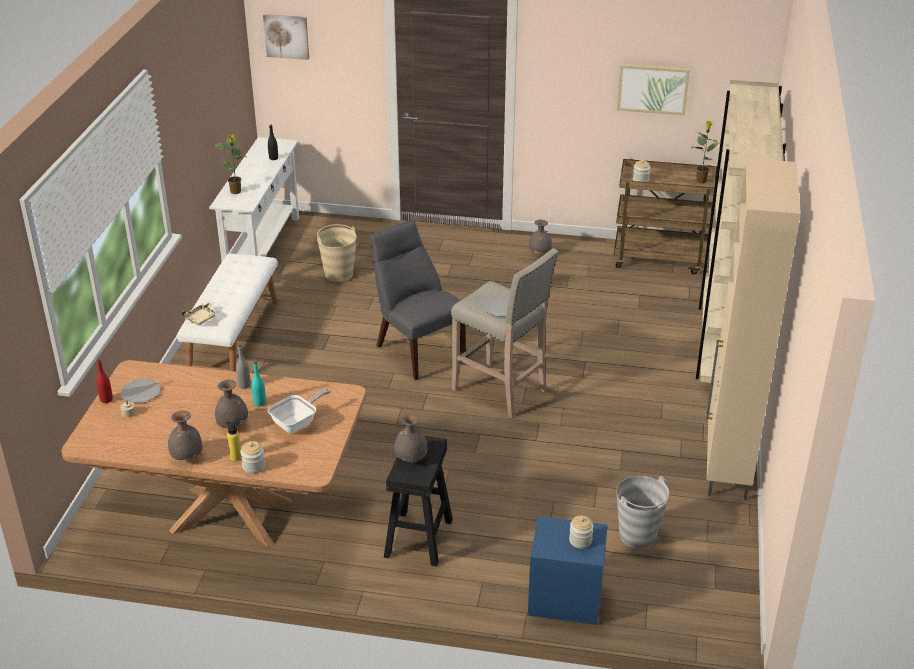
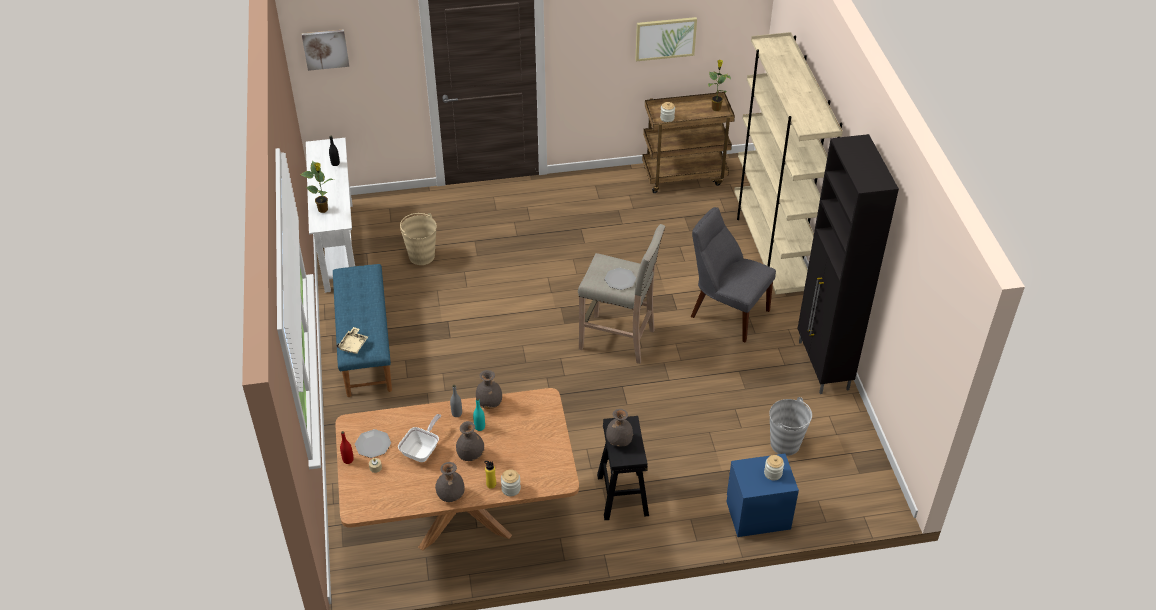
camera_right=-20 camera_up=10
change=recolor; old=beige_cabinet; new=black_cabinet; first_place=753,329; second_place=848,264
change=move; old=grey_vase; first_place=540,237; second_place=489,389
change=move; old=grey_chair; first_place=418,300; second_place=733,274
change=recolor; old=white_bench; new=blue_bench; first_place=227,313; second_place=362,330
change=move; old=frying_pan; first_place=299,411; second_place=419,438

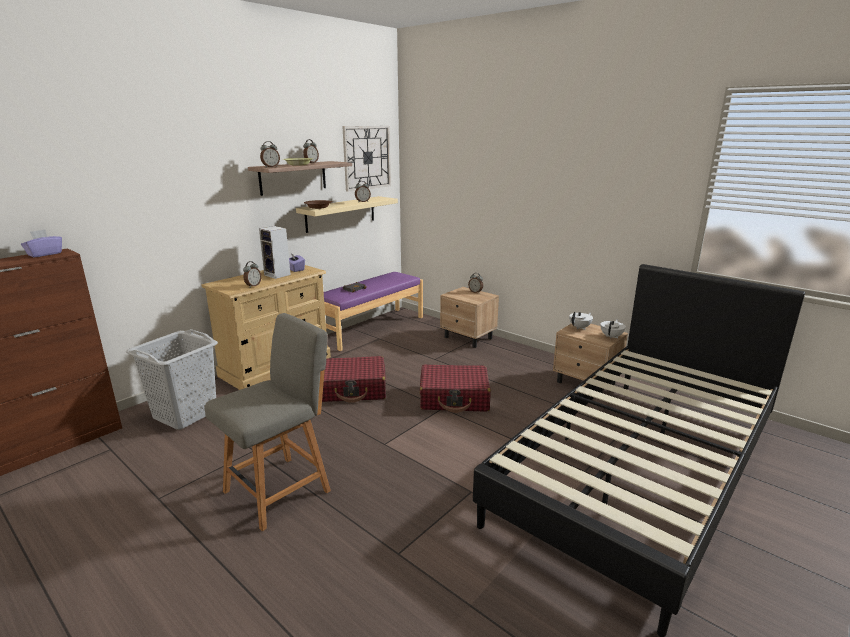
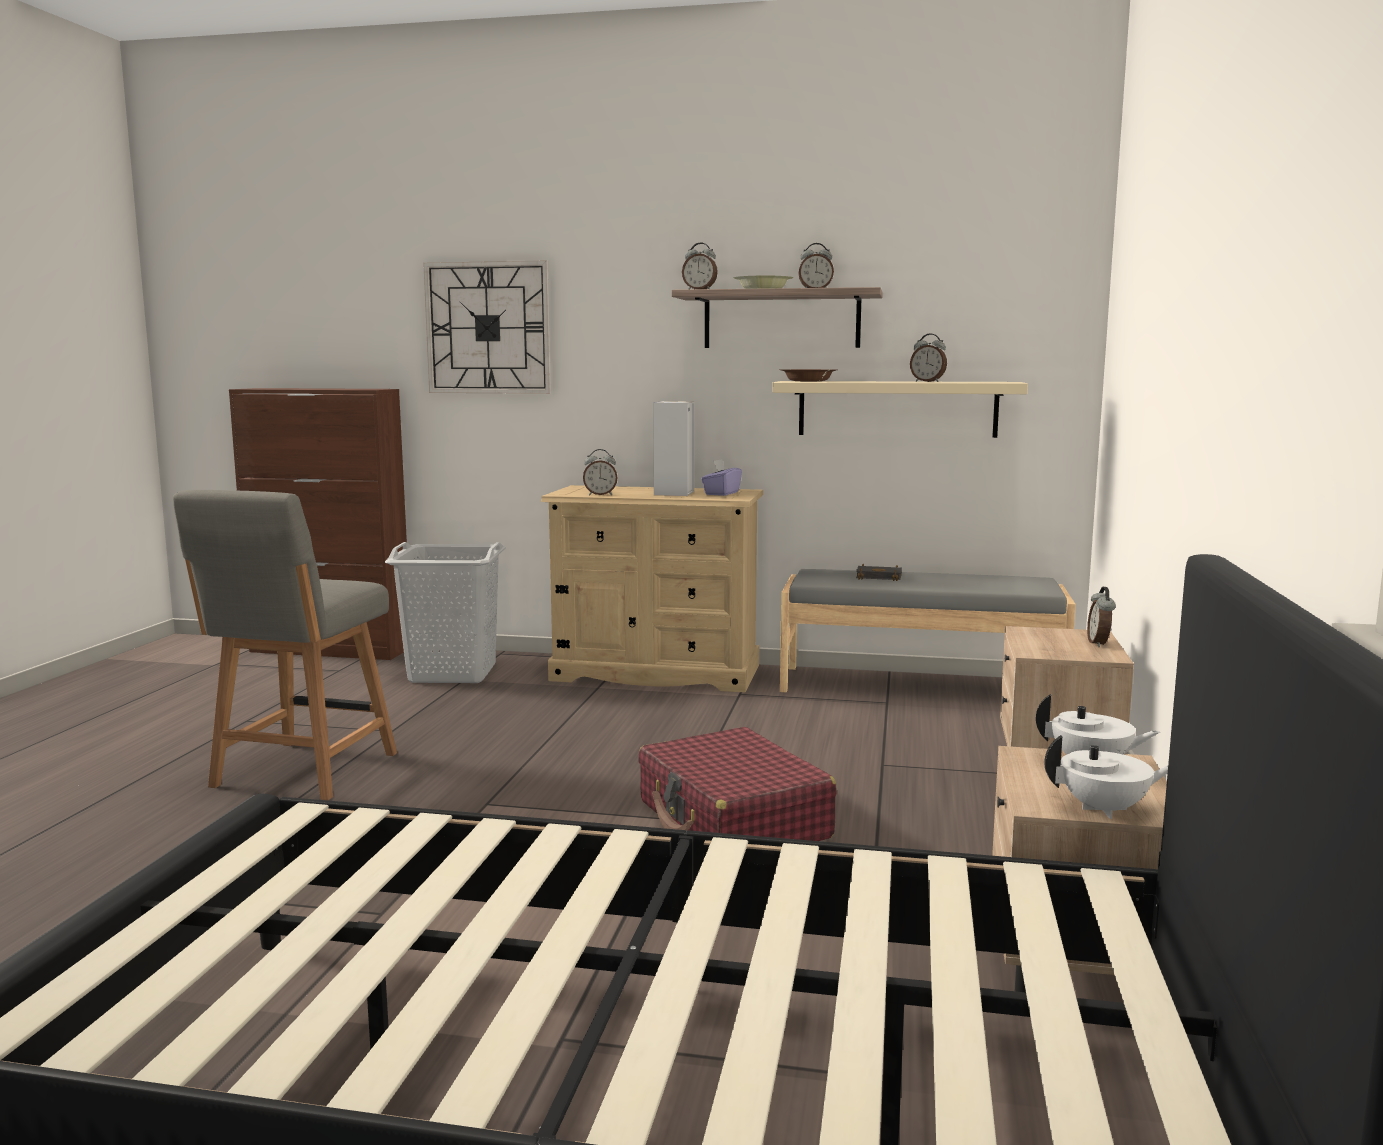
camera_right=60 camera_up=-10
change=move; old=wall_clock; first_place=366,159; second_place=487,327
change=delete; old=purple_tissue_box; first_place=41,243
change=recolor; old=purple_bench; new=grey_bench; first_place=373,311; second_place=928,630
change=rotate; old=grey_chair; first_place=267,422; second_place=285,645; degrees=90
change=delete; old=red_suitcase; first_place=354,379

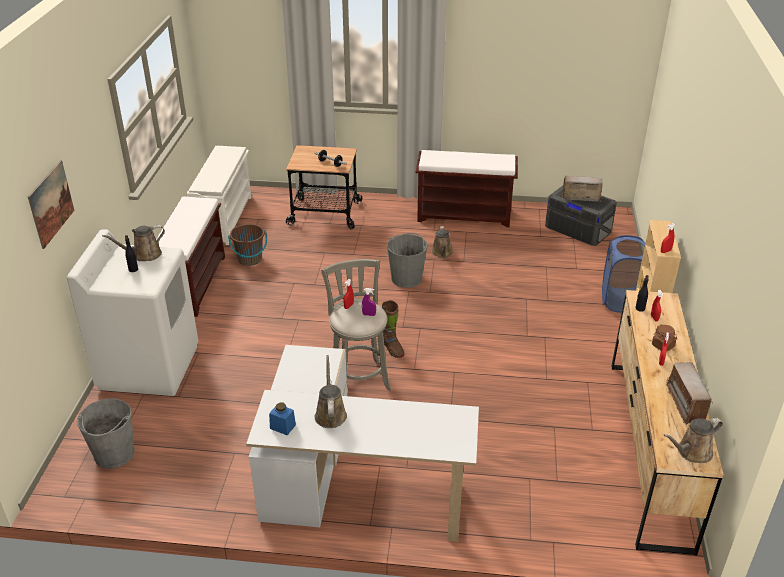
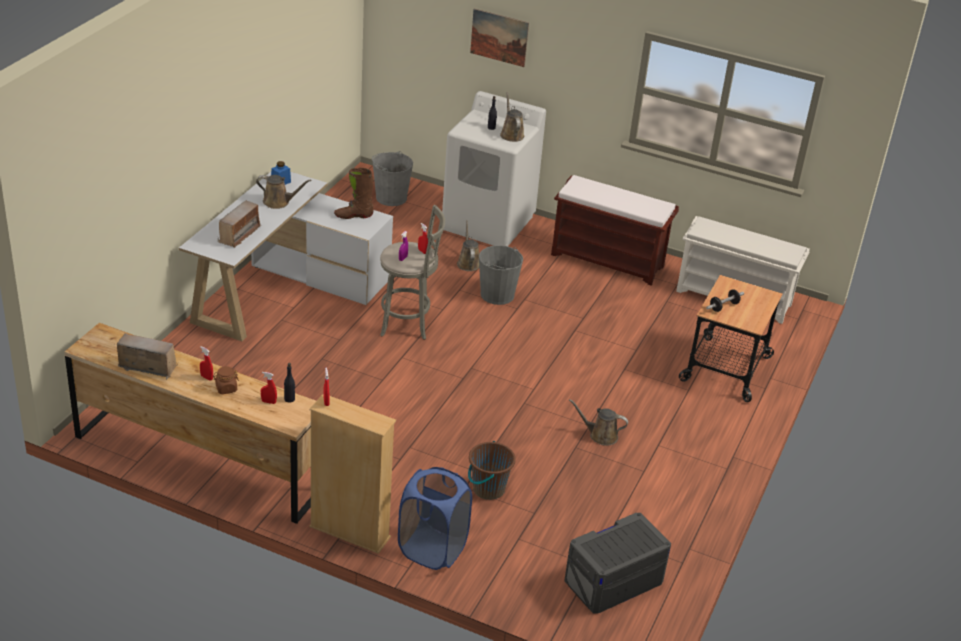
camera_right=105 camera_up=0
change=delete; old=brown_bench; first_place=467,188
change=move; old=radio; first_place=582,189; second_place=239,224
change=move; old=brown_bucket; first_place=247,245; second_place=492,470
change=move; old=grey_bucket; first_place=407,260; second_place=501,275
change=move; old=brown_boot; first_place=393,329; second_place=354,193
change=move; old=brown_watering_can; first_place=693,440; second_place=468,245

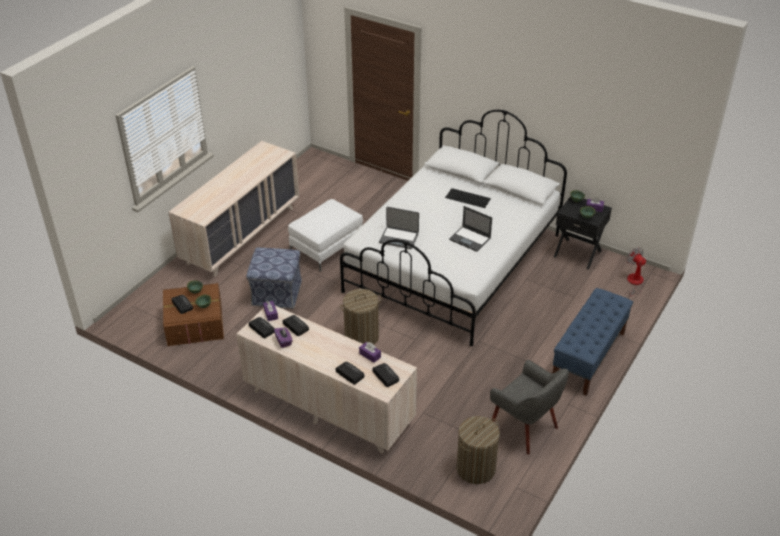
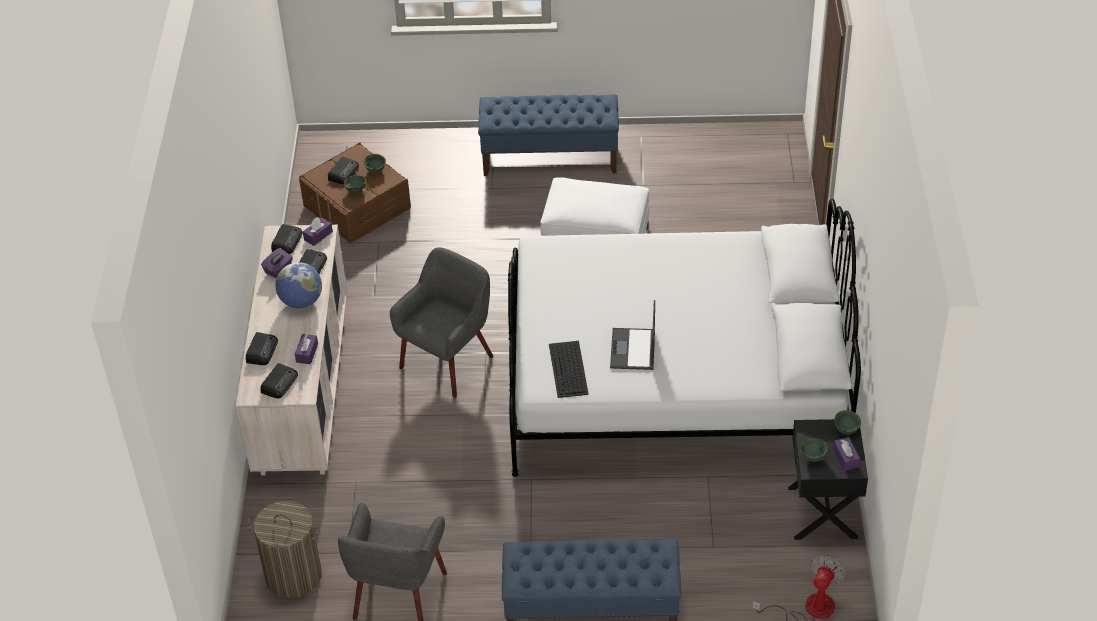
camera_right=60 camera_up=5
change=replace; old=beige_dresser; new=blue_bench; first_place=234,209; second_place=548,135
change=move; old=keyboard; first_place=468,198; second_place=569,369
change=delete; old=laptop; first_place=399,228
change=delete; old=ottoman; first_place=274,278
change=replace; old=laundry_basket; new=grey_armchair; first_place=361,317; second_place=441,322
change=insert; new=globe; second_place=299,285

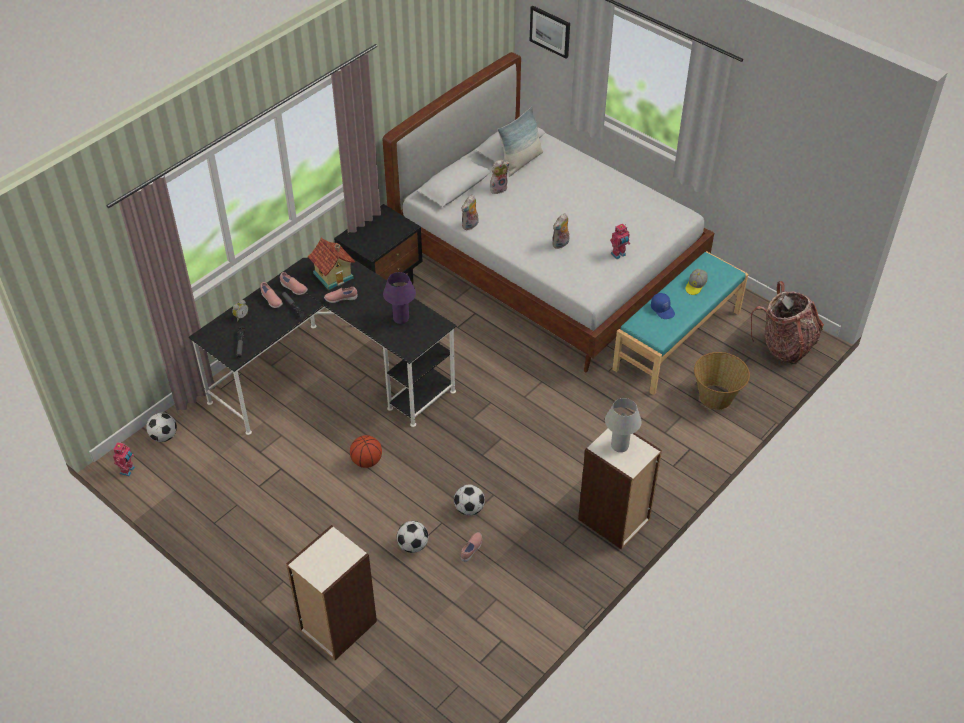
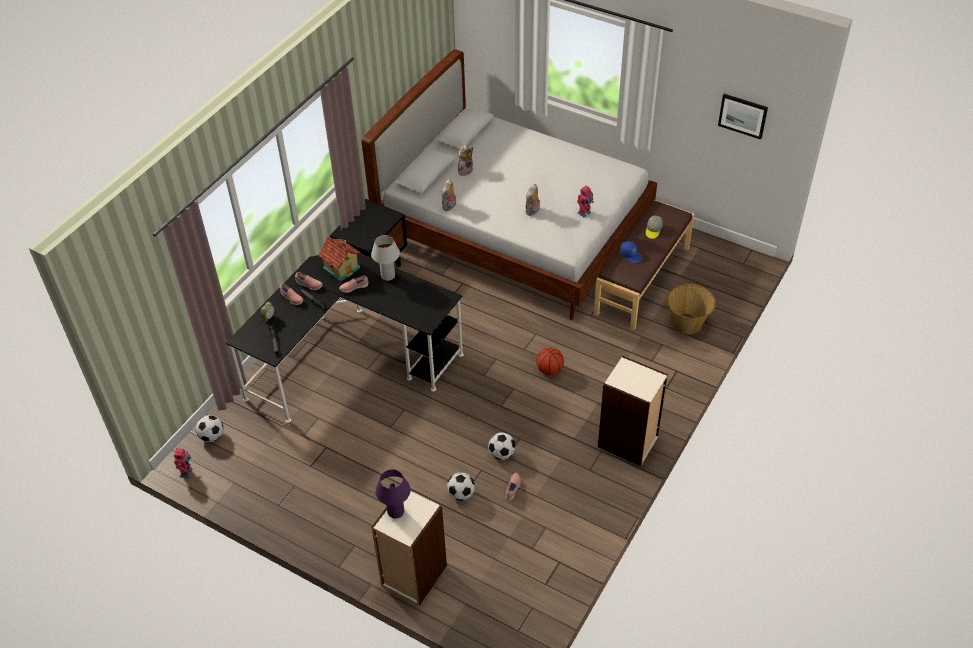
camera_right=-10 camera_up=0
change=move; old=picture; first_place=550,32; second_place=743,117
change=delete; old=pillow; first_place=520,142
change=recolor; old=turquoise_bench; new=brown_bench; first_place=680,323; second_place=644,265
change=move; old=purple_table_lamp; first_place=399,298; second_place=393,494
change=delete; old=backpack; first_place=787,322
change=move; old=white_table_lamp; first_place=623,425; second_place=385,258
change=move; old=basketball; first_place=366,451; second_place=550,361

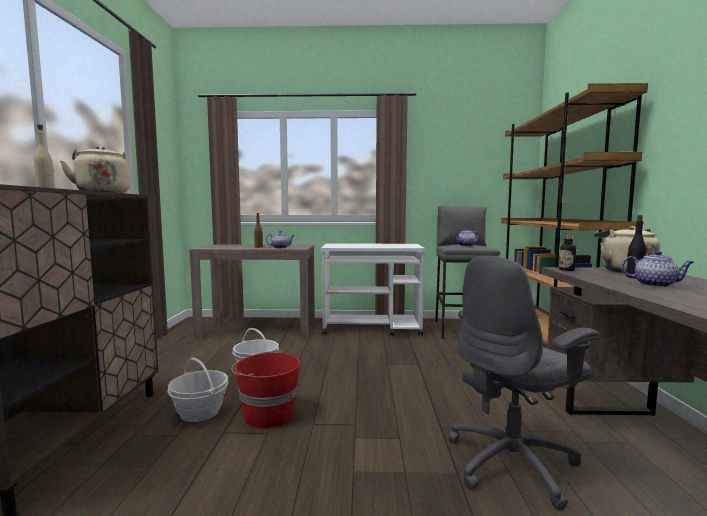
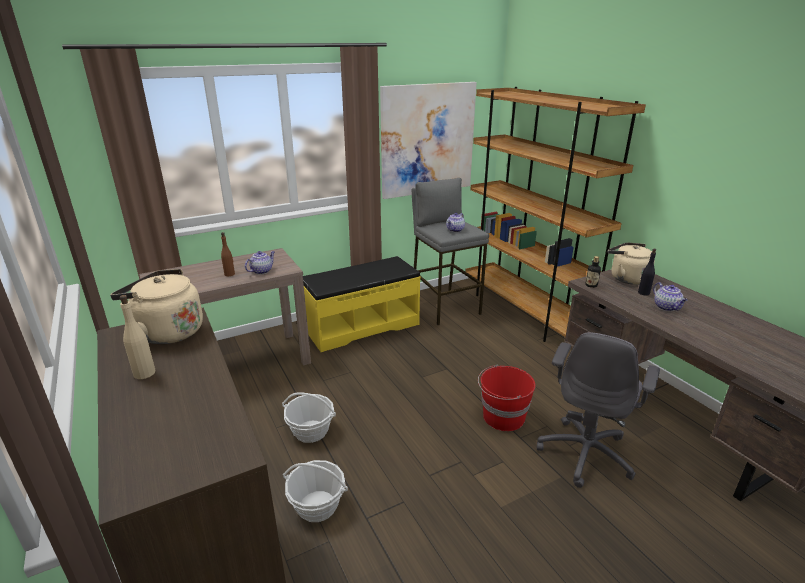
camera_right=-30 camera_up=20
change=replace; old=white_cart; new=yellow_bench; first_place=373,290; second_place=362,304
change=rotate; old=teapot; first_place=658,269; second_place=670,296; degrees=75
change=move; old=red_bucket; first_place=266,390; second_place=507,398
change=insert; new=picture; second_place=428,140

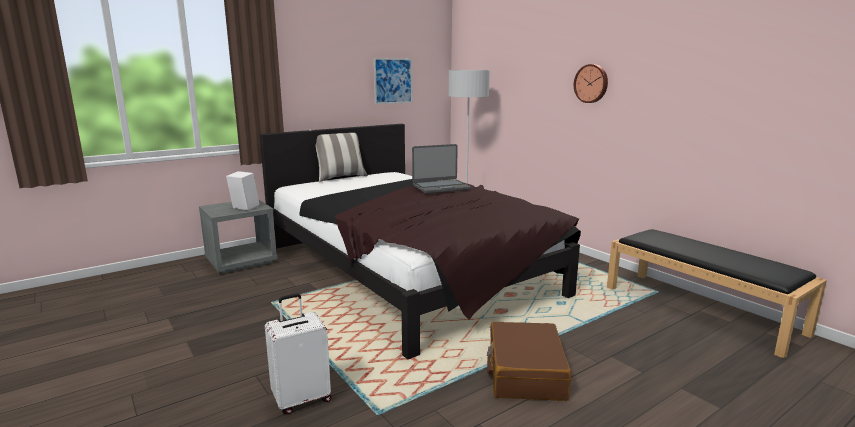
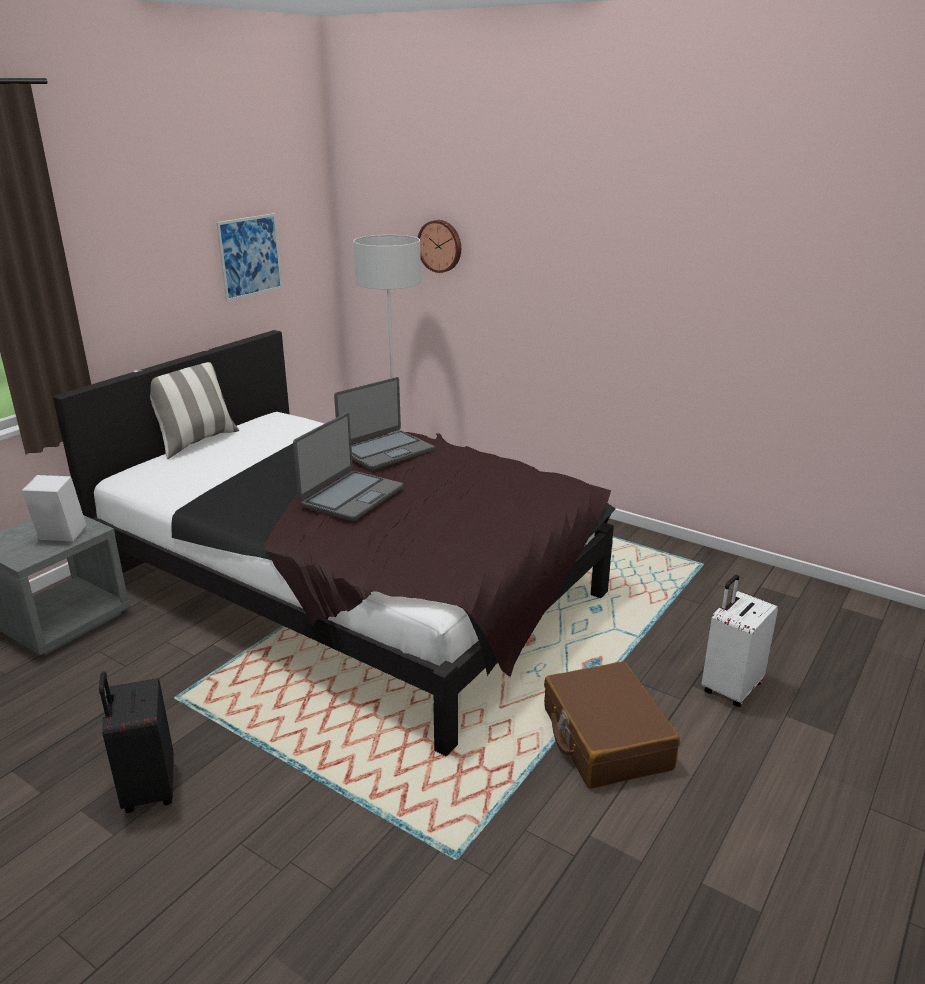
camera_right=-20 camera_up=10
change=move; old=wall_clock; first_place=591,83; second_place=439,246
change=delete; old=black_bench; first_place=717,293
change=move; old=white_suitcase; first_place=298,353; second_place=739,641
change=insert; new=laptop; second_place=348,467
change=insert; new=black_suitcase; second_place=136,742

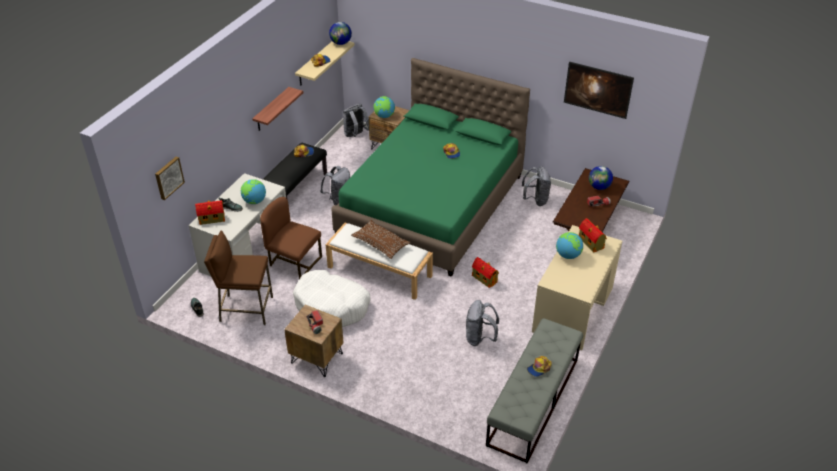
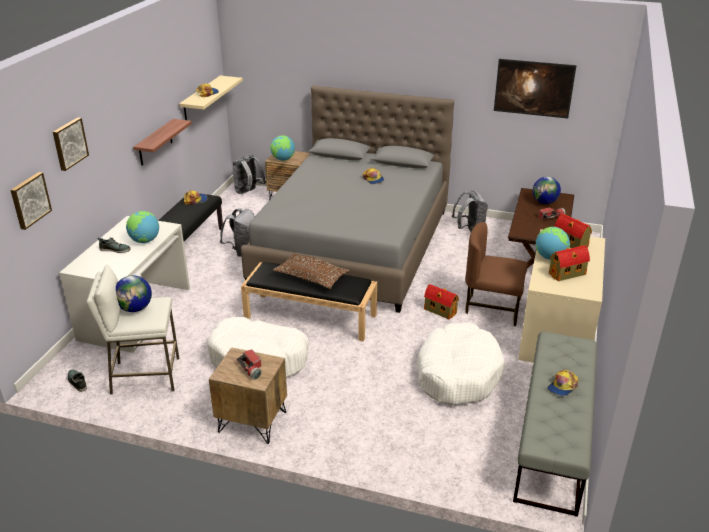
camera_right=-10 camera_up=-10
change=move; old=globe; first_place=340,33; second_place=134,293
change=recolor; old=green_bed; new=grey_bed; first_place=430,167; second_place=347,199
change=move; old=brown_chair; first_place=291,238; second_place=496,274
change=move; old=toy_house; first_place=210,212; second_place=569,263
change=recolor; old=white_bench; new=black_bench; first_place=379,261; second_place=309,302
change=recolor; old=brown_stool; new=white_stool; first_place=238,278; second_place=133,329
change=replace; old=grey_backpack; new=white_dog_bed; first_place=482,323; second_place=460,363
change=insert; new=picture; second_place=71,144

